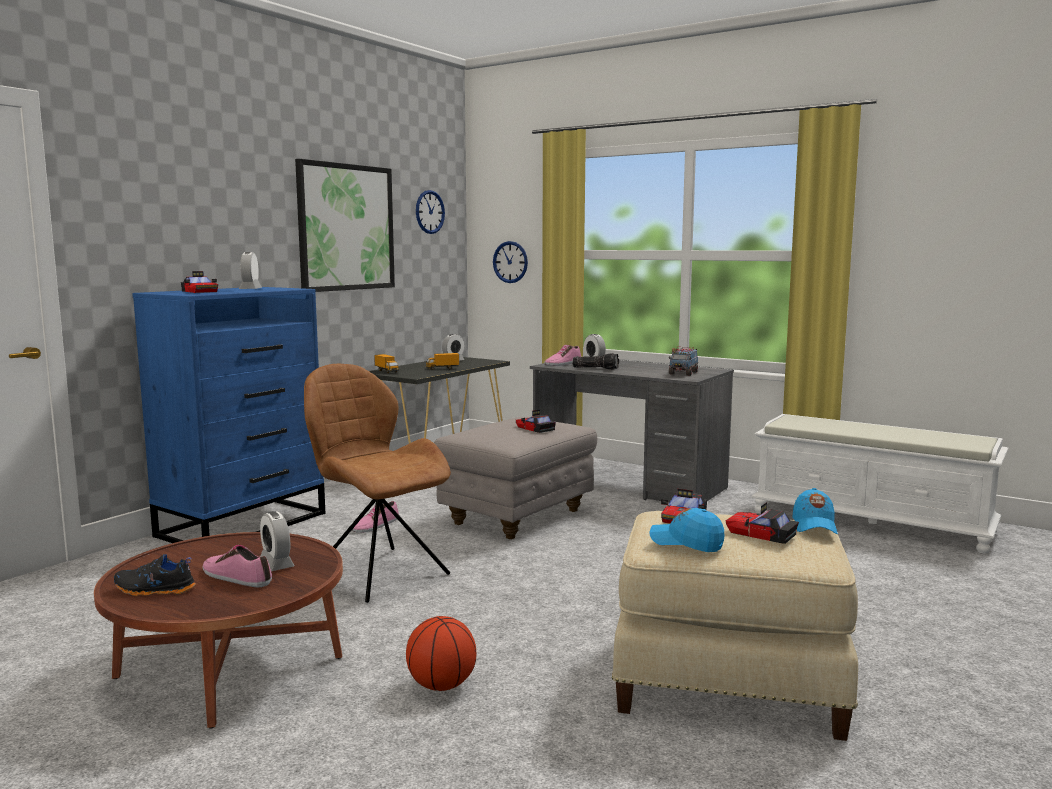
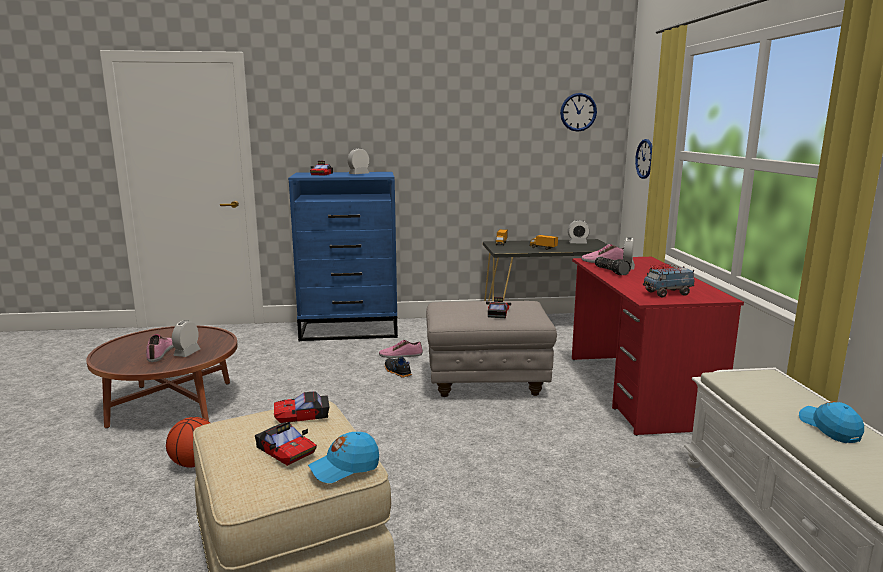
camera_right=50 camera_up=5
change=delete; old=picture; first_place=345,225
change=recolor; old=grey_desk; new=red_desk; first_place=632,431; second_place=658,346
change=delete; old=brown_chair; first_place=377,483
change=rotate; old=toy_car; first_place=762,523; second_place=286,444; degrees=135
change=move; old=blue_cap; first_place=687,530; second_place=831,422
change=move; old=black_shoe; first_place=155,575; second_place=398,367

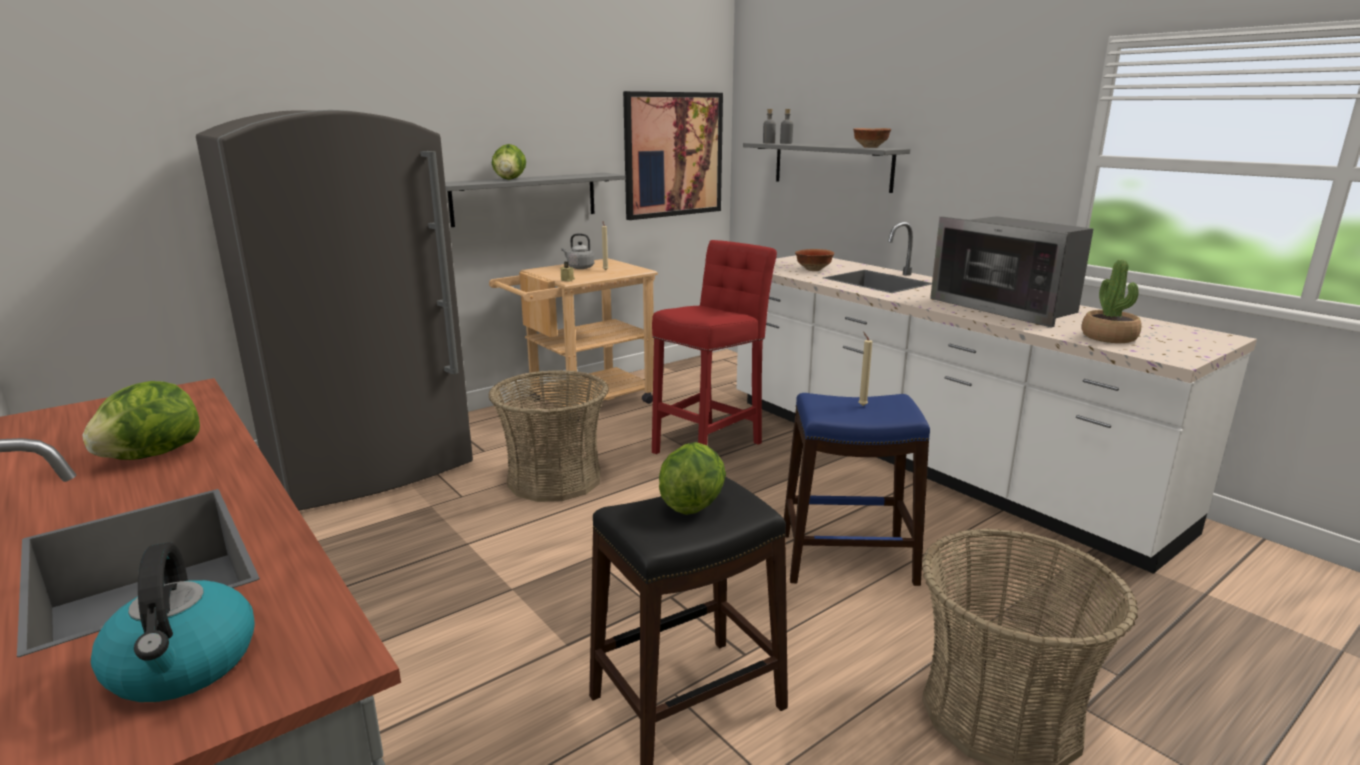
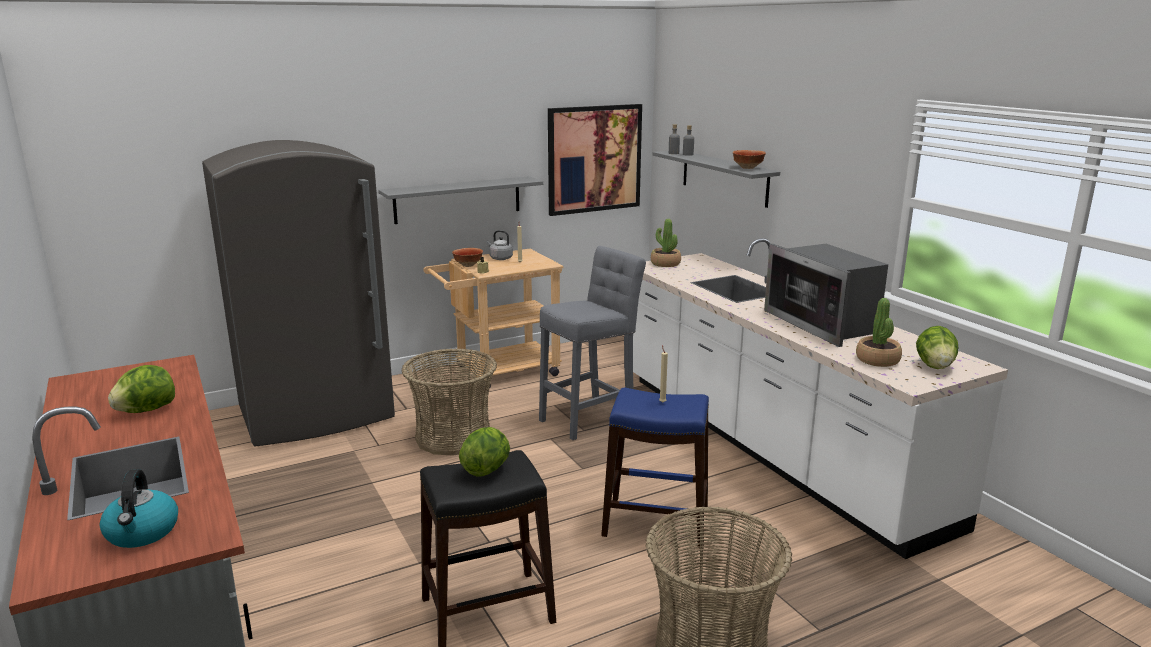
camera_right=10 camera_up=0
change=move; old=lettuce; first_place=509,162; second_place=937,347
change=recolor; old=red_stool; new=grey_stool; first_place=714,347; second_place=592,343
change=move; old=bowl; first_place=814,260; second_place=467,257
change=insert; new=potted_plant; second_place=666,243

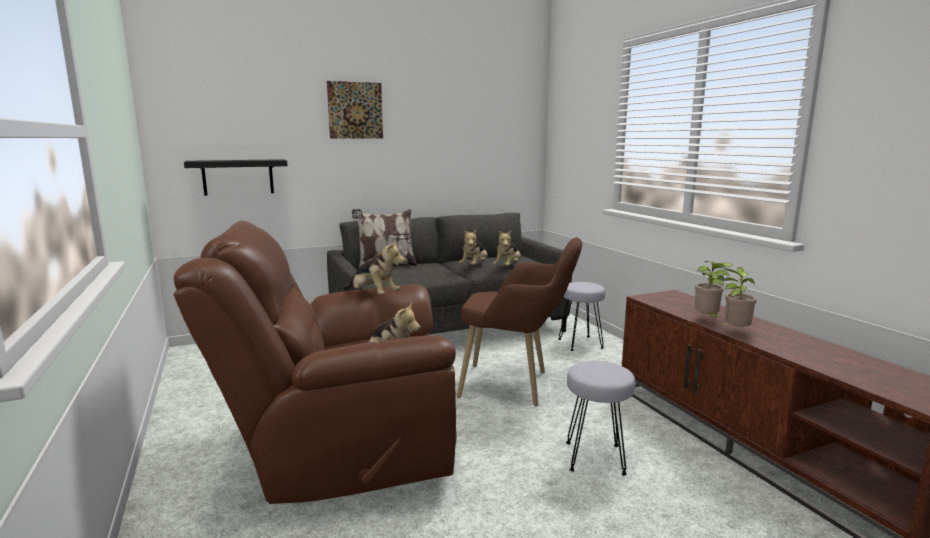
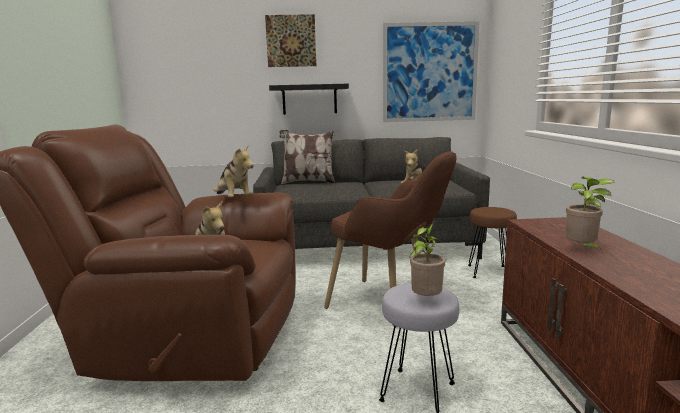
camera_right=20 camera_up=0
change=move; old=black_shelf; first_place=236,177; second_place=309,99
change=delete; old=plush_toy; first_place=473,247
change=move; old=potted_plant; first_place=739,296; second_place=427,259
change=recolor; old=grey_stool; new=brown_stool; first_place=581,316; second_place=492,242
change=insert; new=picture; second_place=431,71

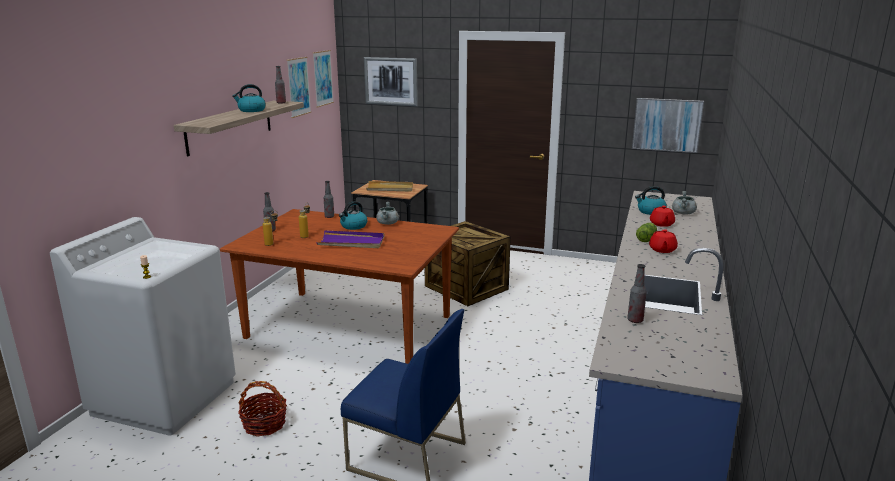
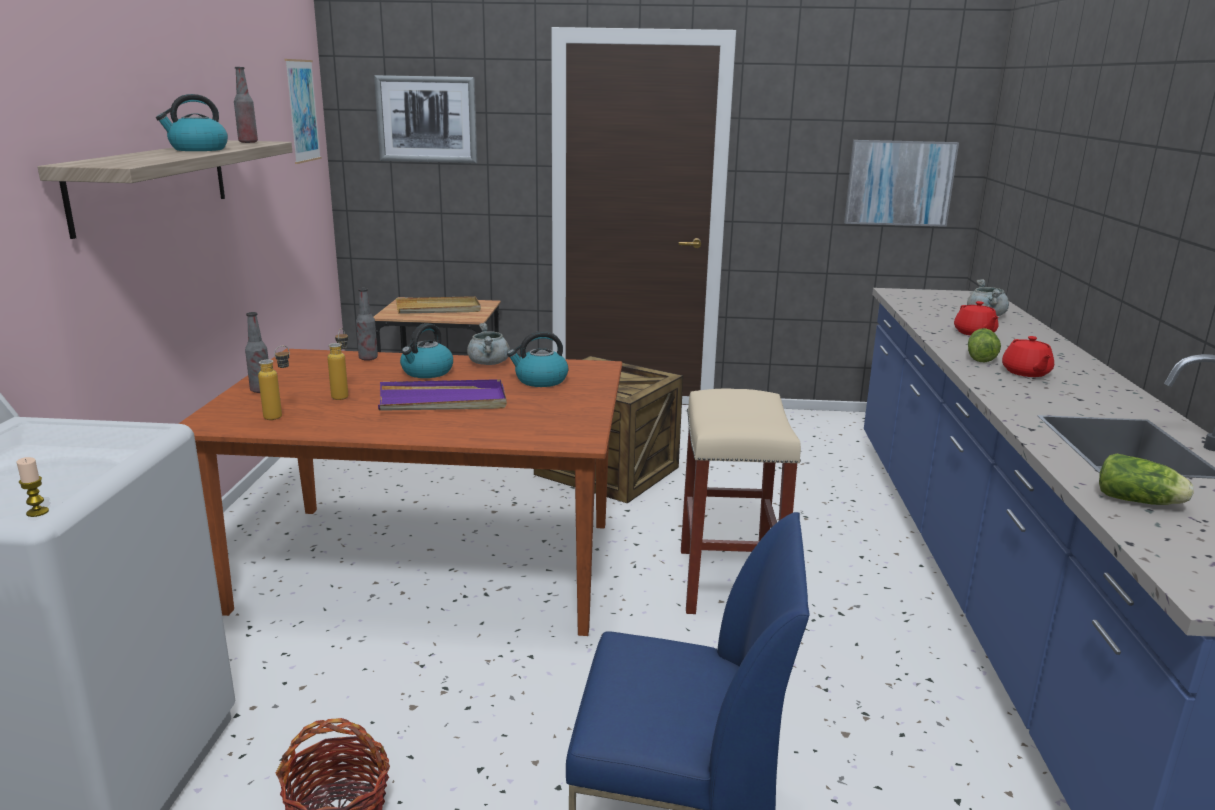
camera_right=-15 camera_up=0
change=delete; old=picture; first_place=299,87
change=move; old=kettle; first_place=651,200; second_place=537,359
change=replace; old=bottle; new=lettuce; first_place=637,293; second_place=1146,479
change=insert; new=beige_stool; second_place=741,501

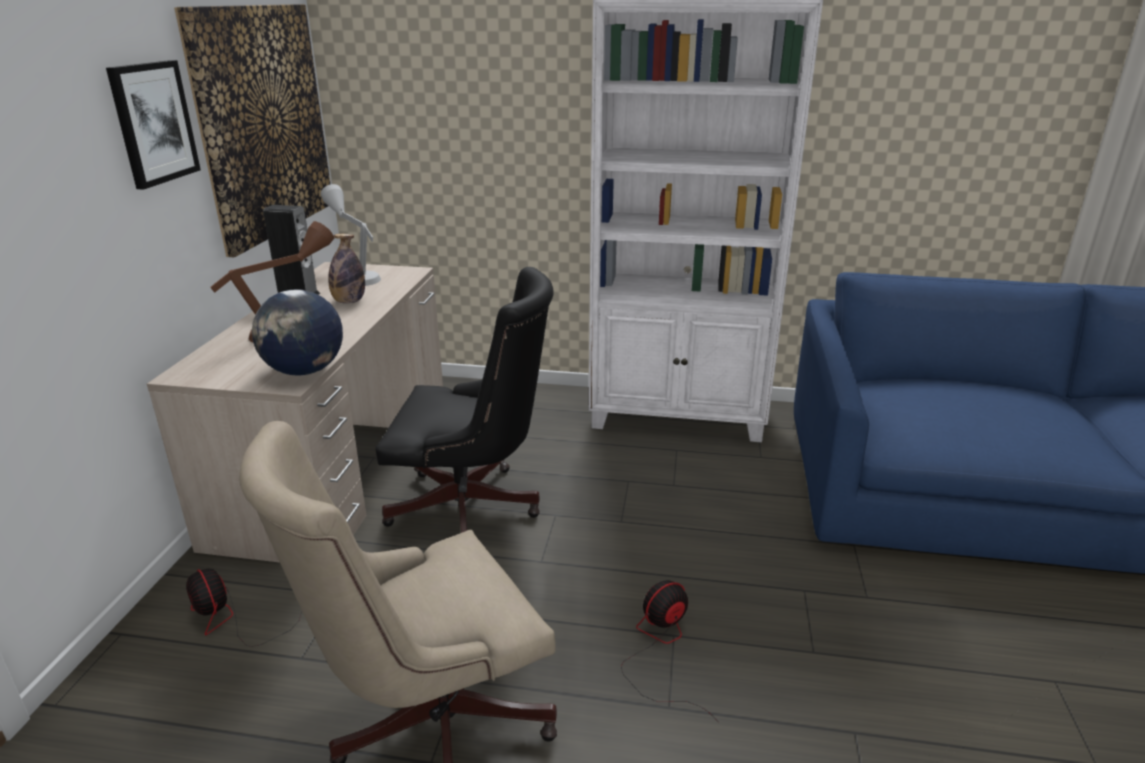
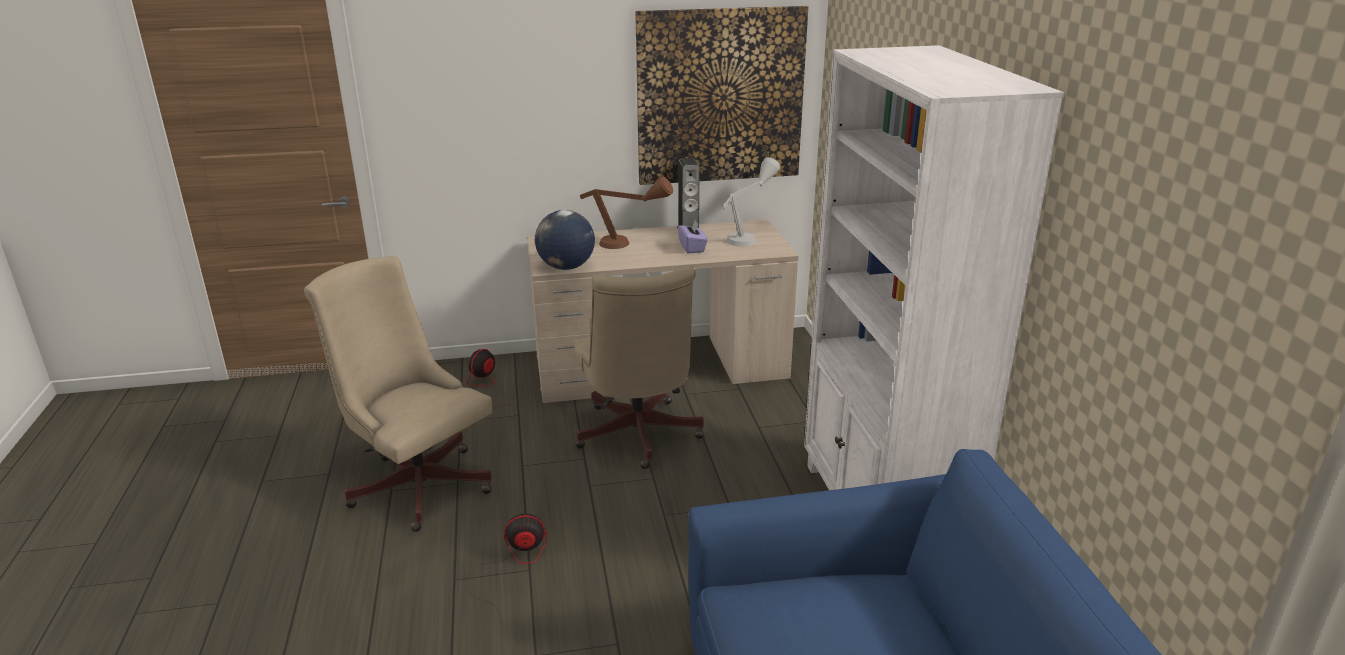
camera_right=70 camera_up=0
change=delete; old=picture; first_place=153,125
change=replace; old=bottle; new=purple_tissue_box; first_place=346,269; second_place=693,237
change=recolor; old=black_office_chair; new=beige_office_chair; first_place=465,400; second_place=639,367
change=rotate; old=fan; first_place=670,651; second_place=507,568; degrees=-45

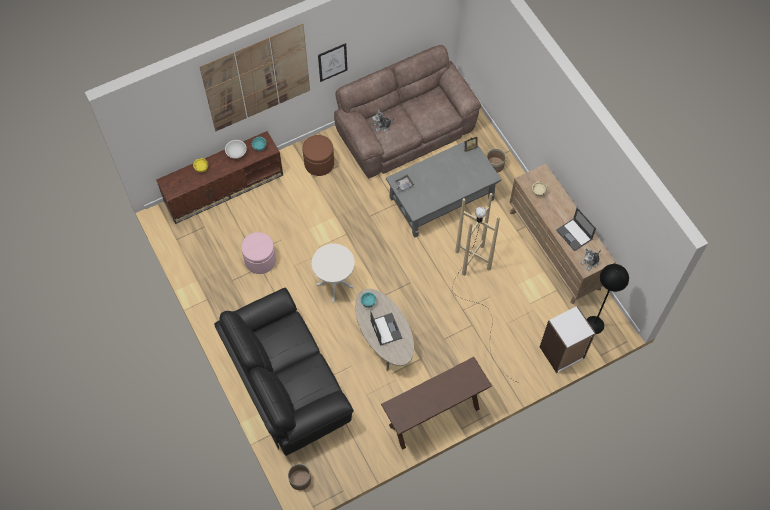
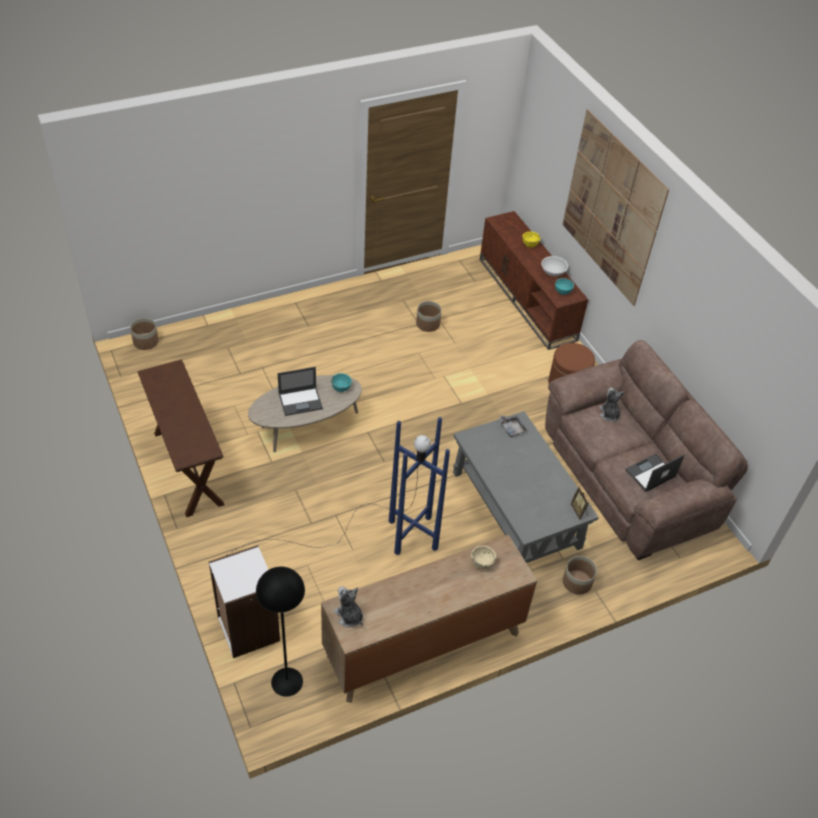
camera_right=90 camera_up=-15
change=delete; old=picture; first_place=332,62
change=recolor; old=beige_floor_lamp; new=blue_floor_lamp; first_place=483,287; second_place=338,486
change=move; old=laptop; first_place=576,229; second_place=654,473
change=replace; old=pink_ottoman; new=planter; first_place=258,253; second_place=429,316
change=delete; old=white_side_table; first_place=333,273
change=delete; old=black_sofa; first_place=284,372

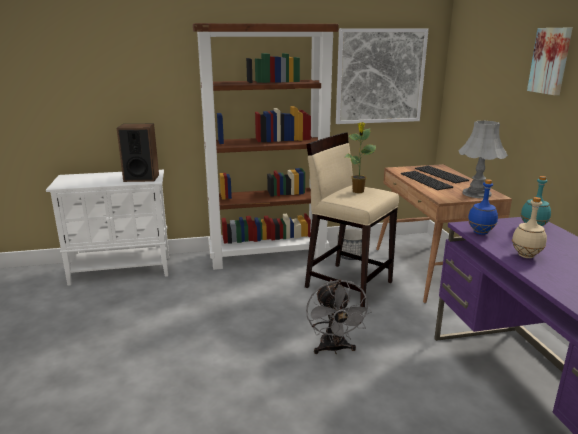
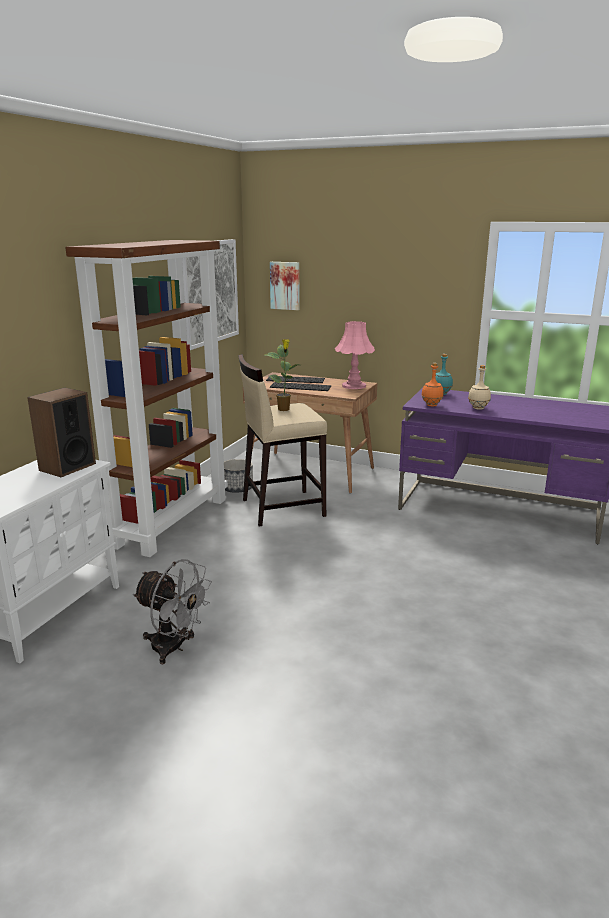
camera_right=-55 camera_up=0
change=move; old=picture; first_place=550,61; second_place=285,286
change=recolor; old=grey_table_lamp; new=pink_table_lamp; first_place=483,159; second_place=355,355
change=recolor; old=blue_bottle; new=orange_bottle; first_place=483,207; second_place=433,384
change=move; old=grey_fan; first_place=339,316; second_place=172,611

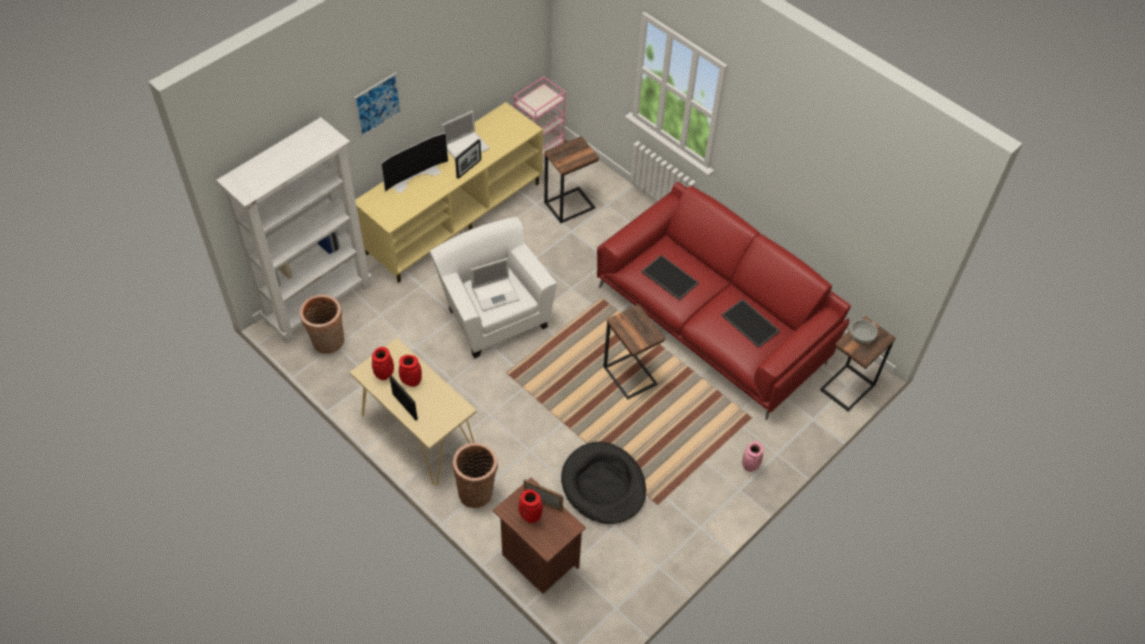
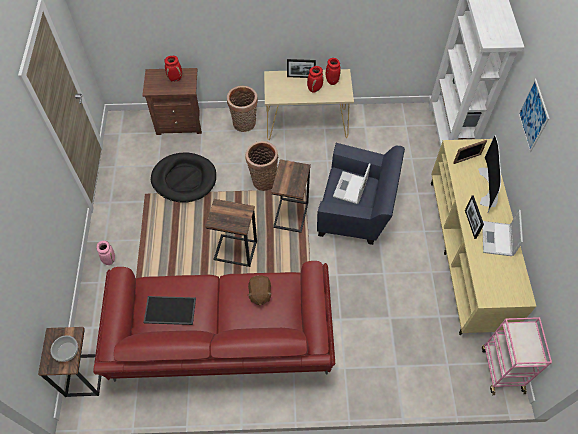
camera_right=135 camera_up=5
change=move; old=side_table; first_place=571,180; second_place=291,196
change=recolor; old=white_armchair; new=blue_armchair; first_place=493,287; second_place=361,194
change=replace; old=tray; new=brown_plush_toy; first_place=670,277; second_place=260,291
change=move; old=basket; first_place=322,324; second_place=261,166
change=move; old=picture_frame; first_place=543,495; second_place=470,152

